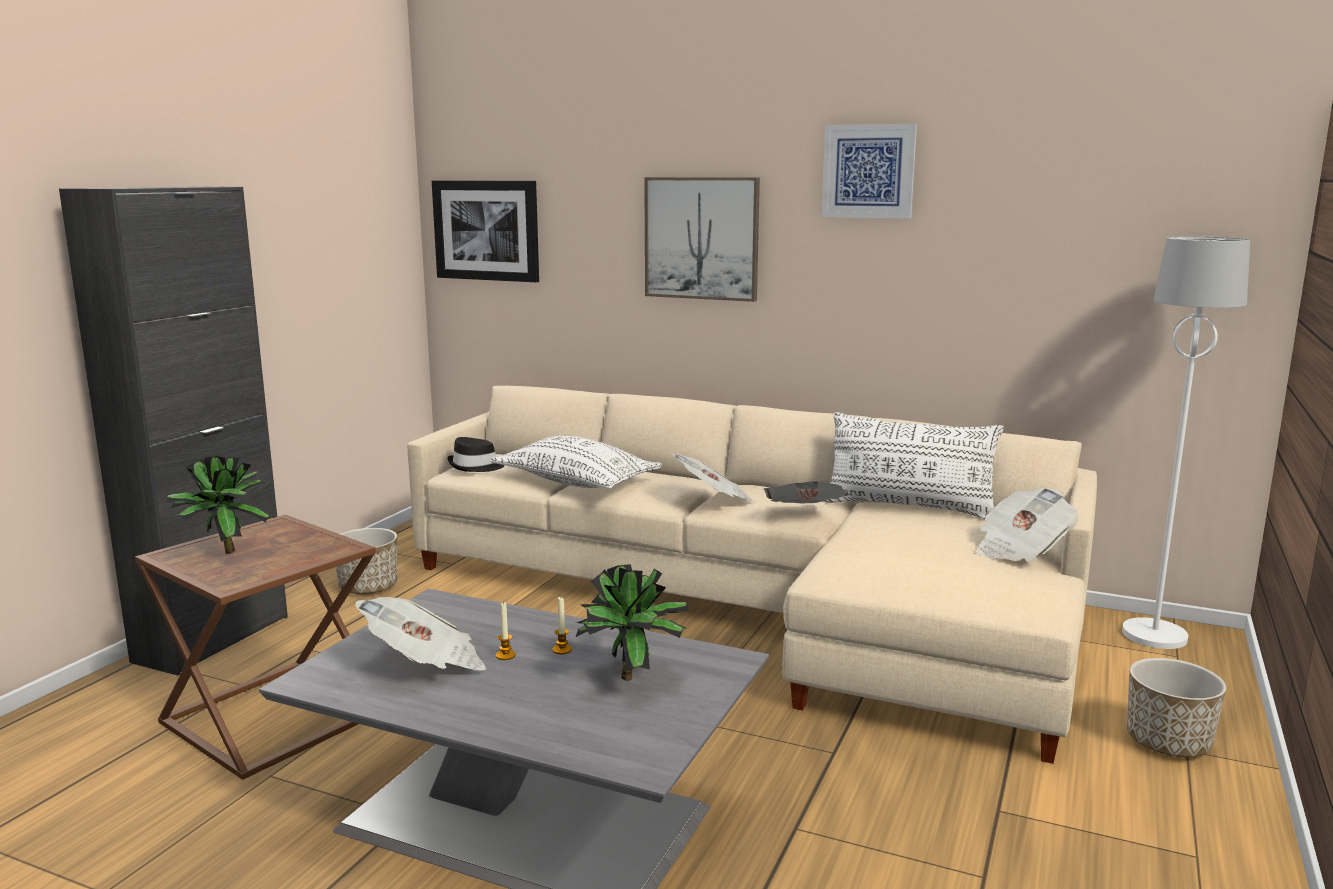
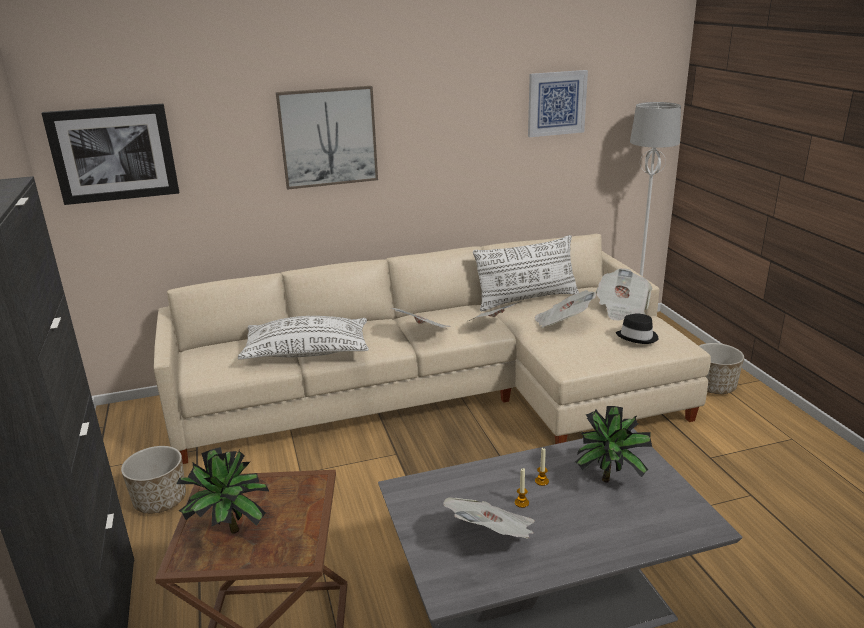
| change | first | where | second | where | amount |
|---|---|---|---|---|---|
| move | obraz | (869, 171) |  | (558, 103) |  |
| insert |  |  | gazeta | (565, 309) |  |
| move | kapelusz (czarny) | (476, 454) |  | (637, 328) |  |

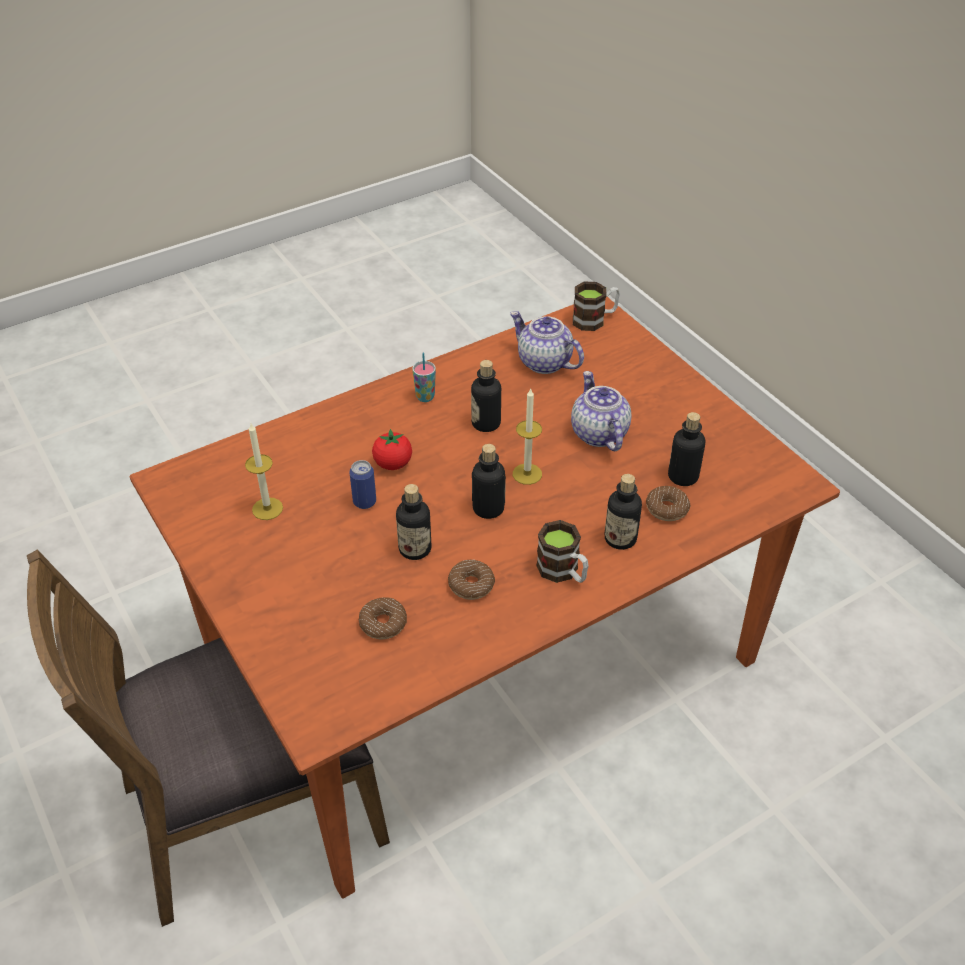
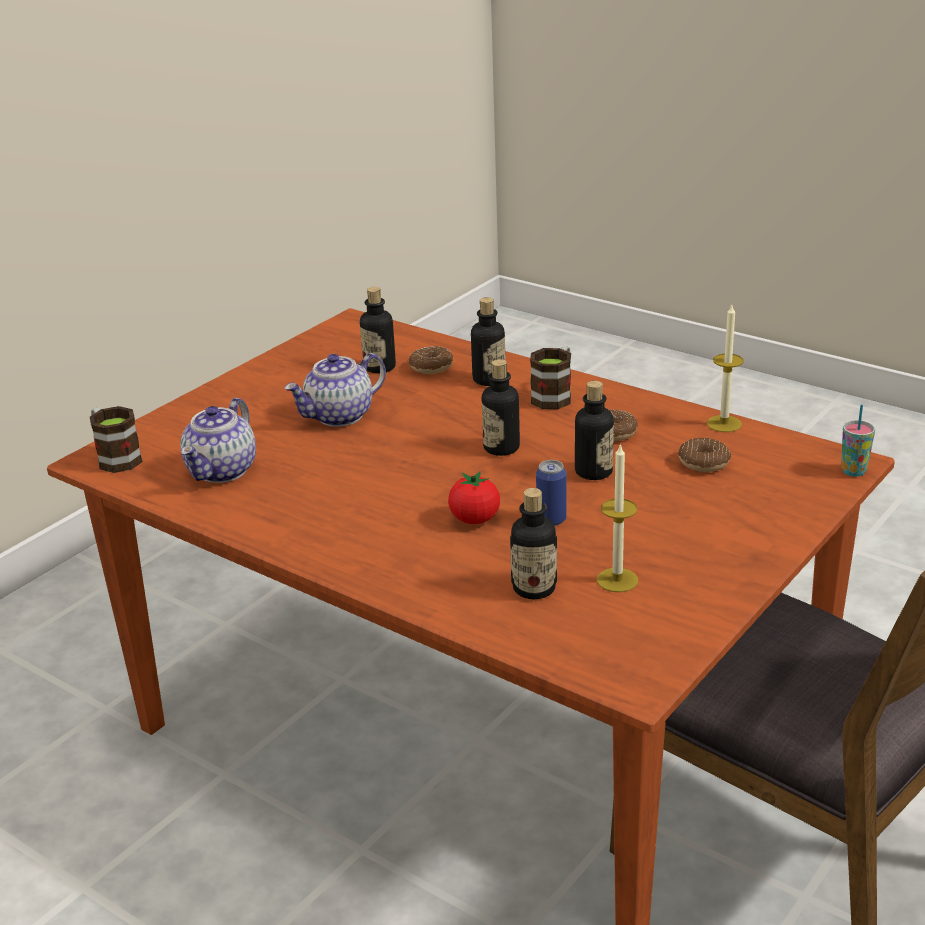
| change | first | where | second | where | amount |
|---|---|---|---|---|---|
| move | butelka | (486, 396) |  | (533, 543) |  |
| move | świeca | (527, 437) |  | (725, 368) |  |
| move | filiżanka | (424, 377) |  | (858, 441) |  |

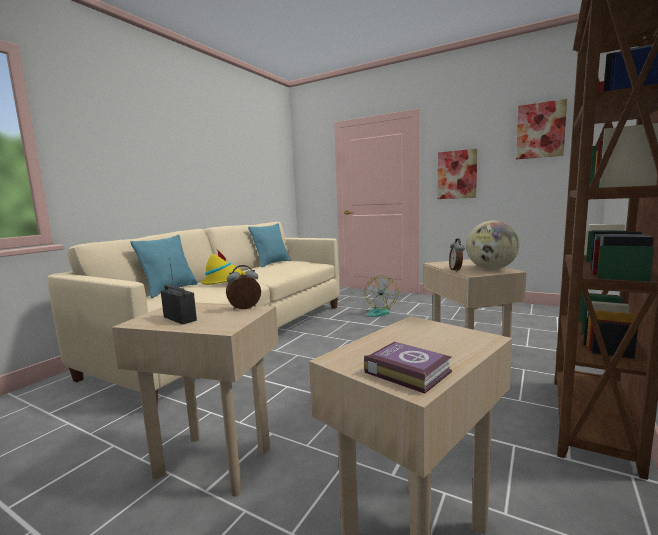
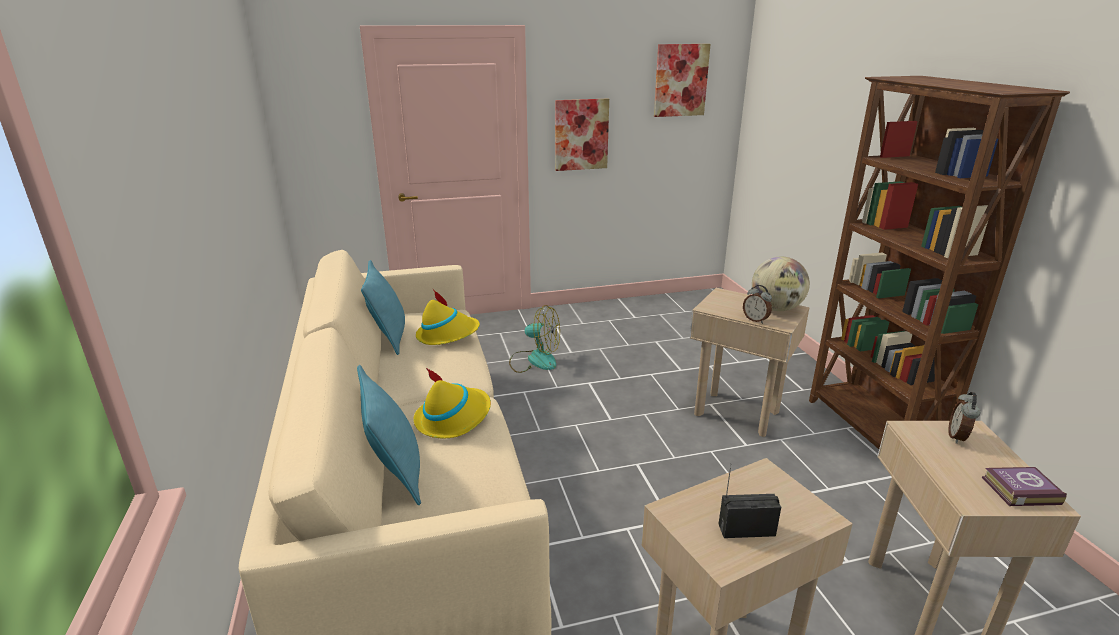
| change | first | where | second | where | amount |
|---|---|---|---|---|---|
| insert |  |  | kapelusz (żółty) | (448, 317) |  |
| rotate | wentylator | (380, 296) |  | (534, 339) | 45 degrees counterclockwise |
| move | budzik | (243, 287) |  | (964, 418) |  |

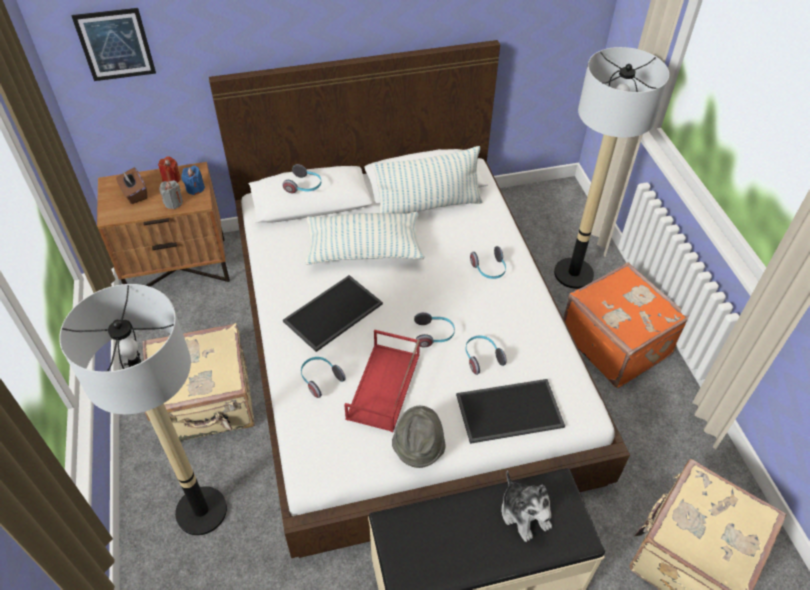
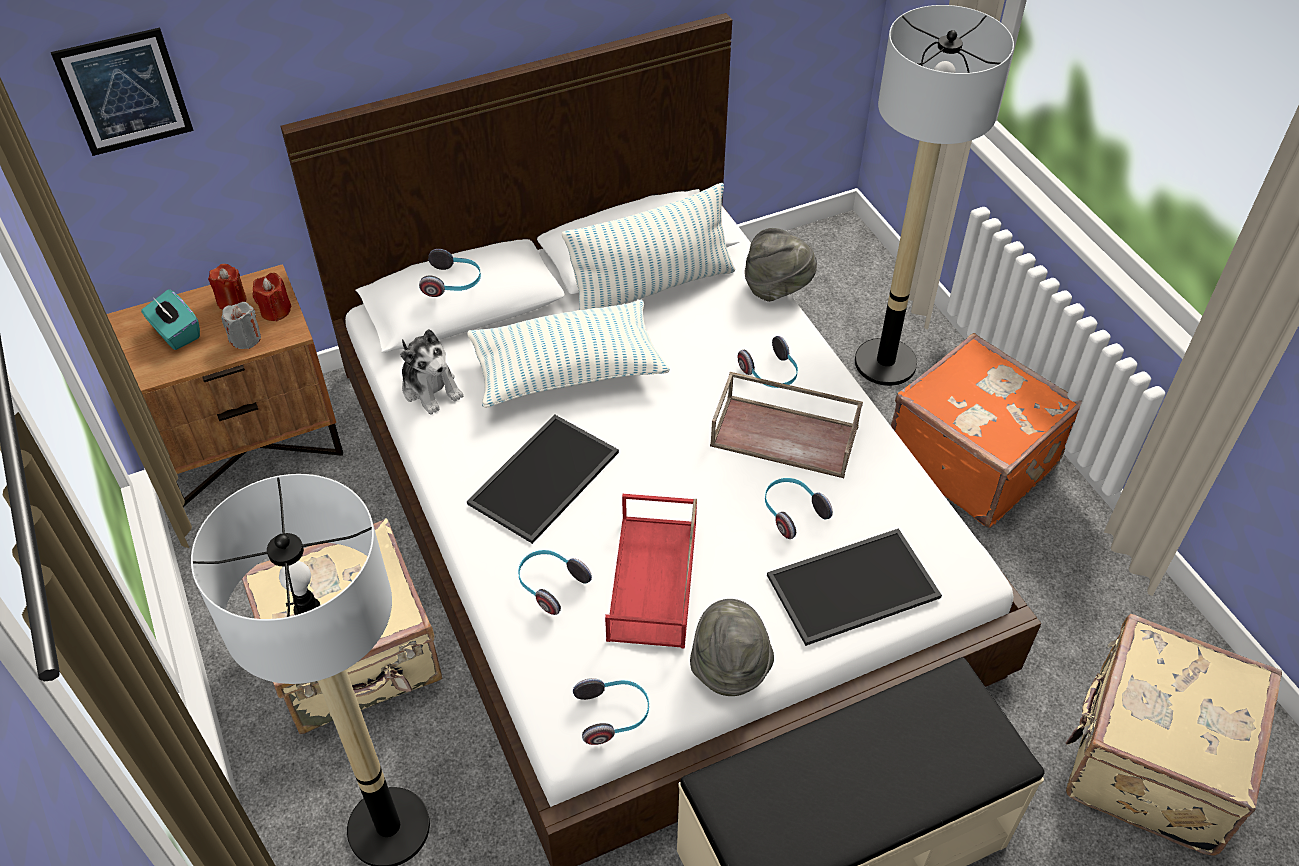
| change | first | where | second | where | amount |
|---|---|---|---|---|---|
| recolor | pudełko chusteczek (brązowy) | (132, 186) | pudełko chusteczek (turkusowy) | (170, 319) |  |
| recolor | świeca (niebieski) | (193, 180) | świeca (czerwony) | (272, 297) |  |
| move | pluszak | (526, 506) |  | (431, 372) |  |
| move | słuchawki | (434, 329) |  | (611, 711) |  |
| insert |  |  | taca (brązowy) | (786, 425) |  |
| insert |  |  | kapelusz (szary) | (780, 265) |  |

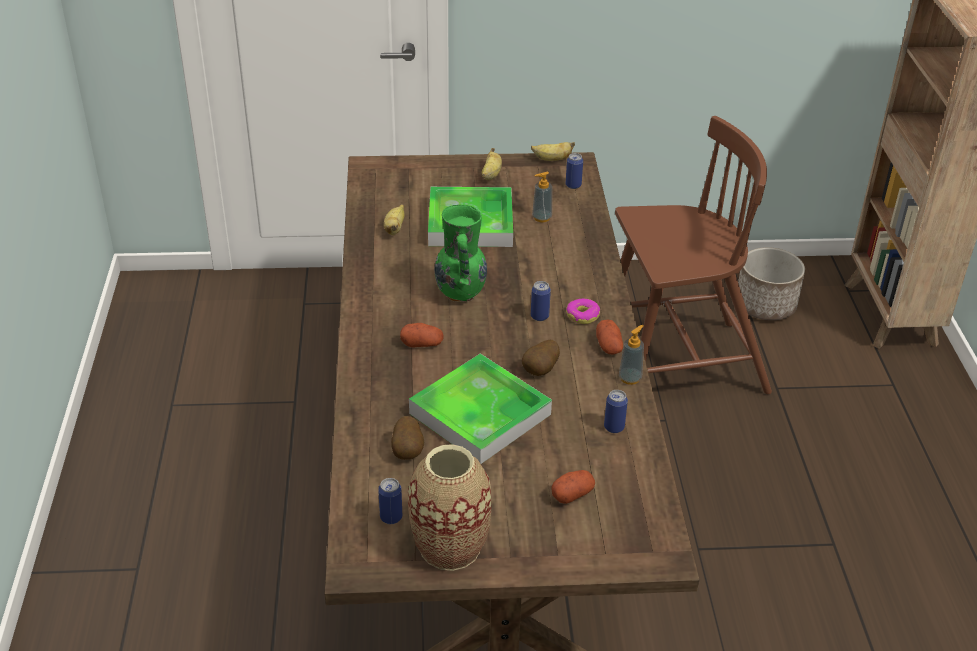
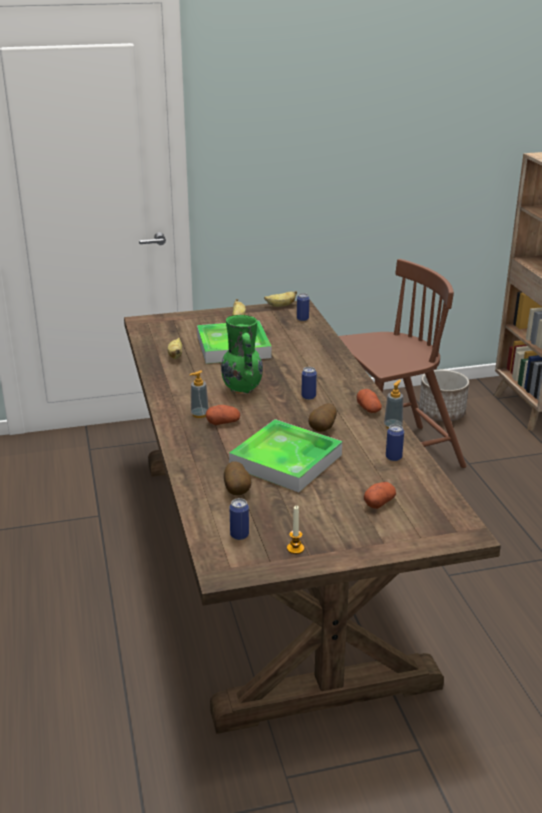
| change | first | where | second | where | amount |
|---|---|---|---|---|---|
| move | dozownik mydła | (542, 197) |  | (199, 394) |  |
| replace | wazon | (449, 507) | świeca | (295, 530) |  |
| delete | donut | (583, 311) |  |  |  |

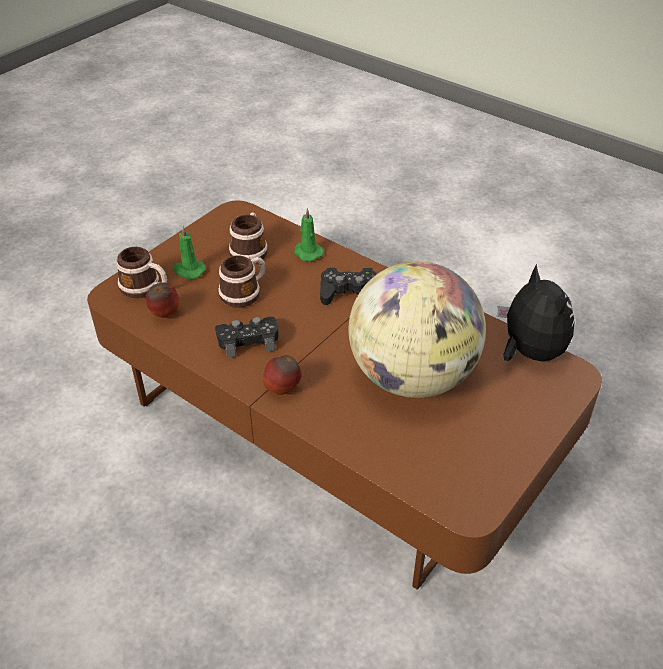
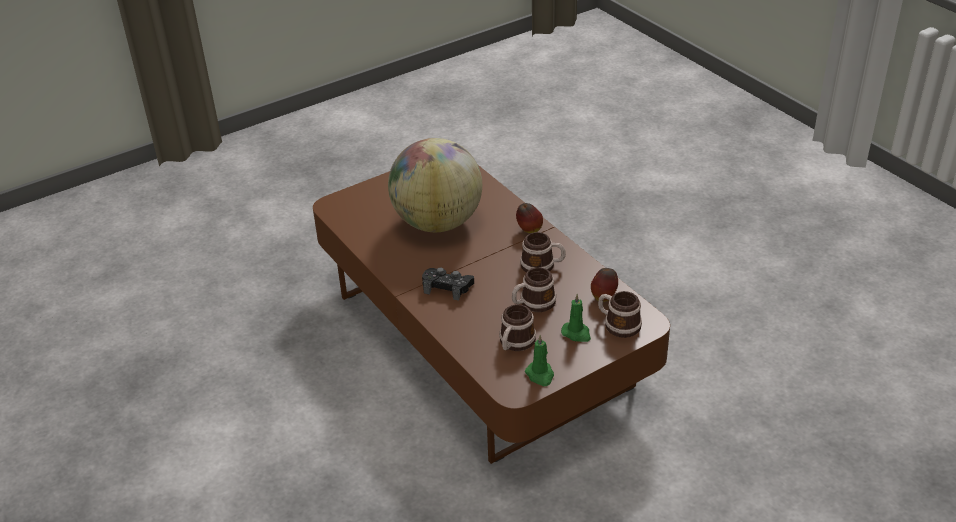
| change | first | where | second | where | amount |
|---|---|---|---|---|---|
| replace | pad do gier (czarny) | (247, 337) | kubek | (543, 252) |  |
| move | świeca (zielony) | (309, 234) |  | (539, 360) |  |
| delete | pluszak | (536, 312) |  |  |  |

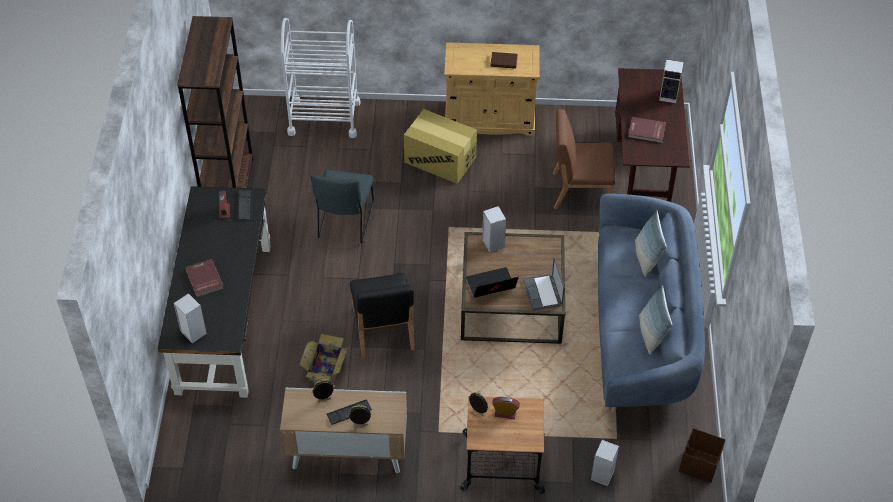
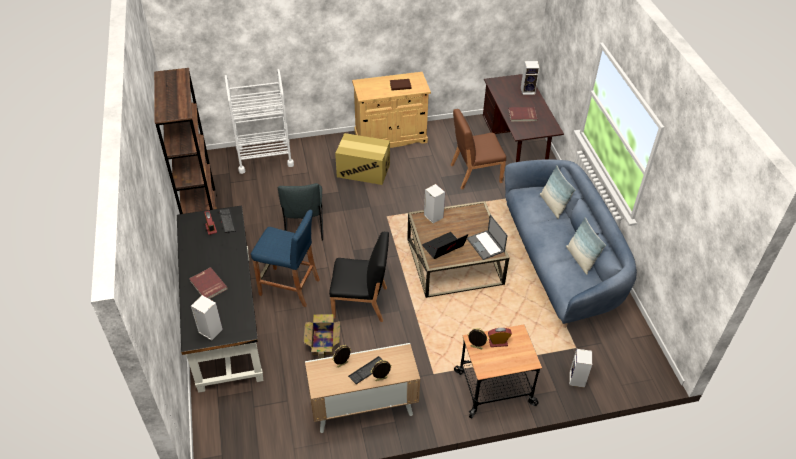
| change | first | where | second | where | amount |
|---|---|---|---|---|---|
| insert |  |  | stołek (niebieski) | (285, 258) |  |
| rotate | krzesło (czarny) | (382, 315) |  | (359, 277) | 60 degrees counterclockwise |
| delete | pojemnik do przechowywania (brązowy) | (702, 455) |  |  |  |

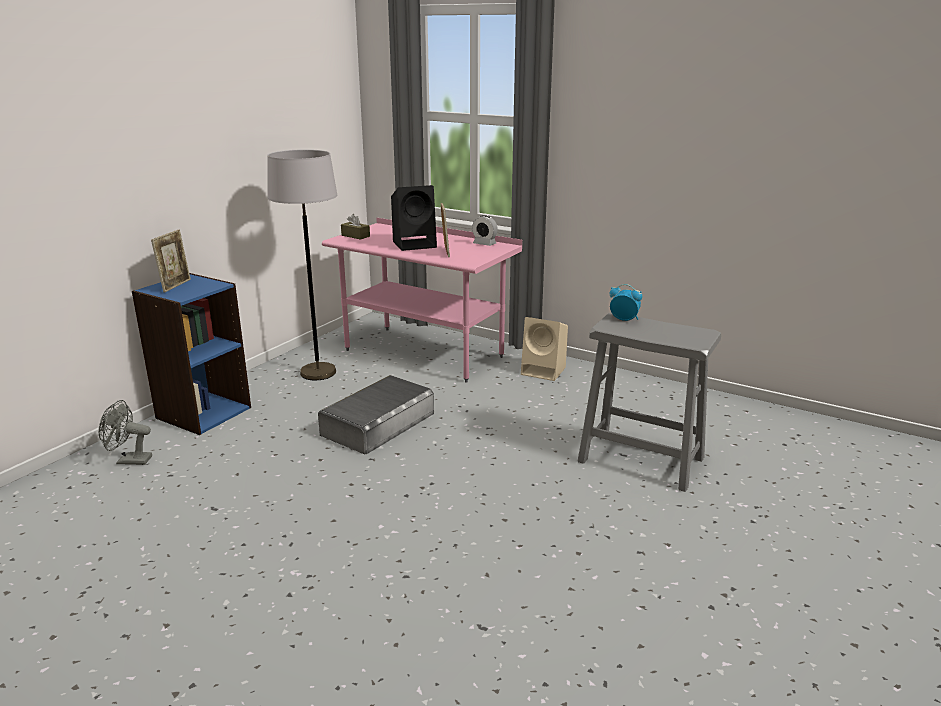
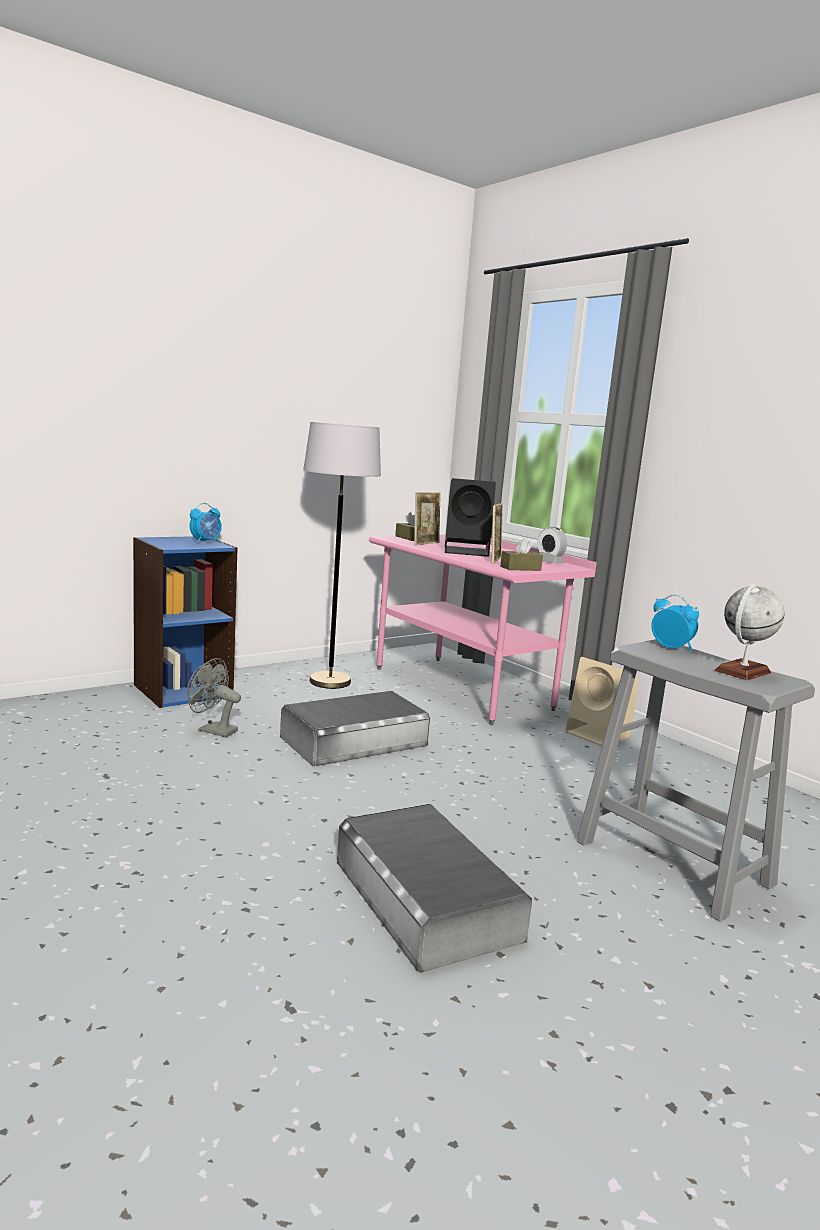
| change | first | where | second | where | amount |
|---|---|---|---|---|---|
| move | wentylator (szary) | (125, 432) |  | (214, 697) |  |
| insert |  |  | budzik | (206, 523) |  |
| insert |  |  | pojemnik do przechowywania (szary) | (434, 888) |  |
| move | ramka na zdjęcie | (171, 261) |  | (427, 518) |  |
| insert |  |  | pudełko chusteczek (brązowy) | (521, 554) |  |
| insert |  |  | globus | (749, 632) |  |

